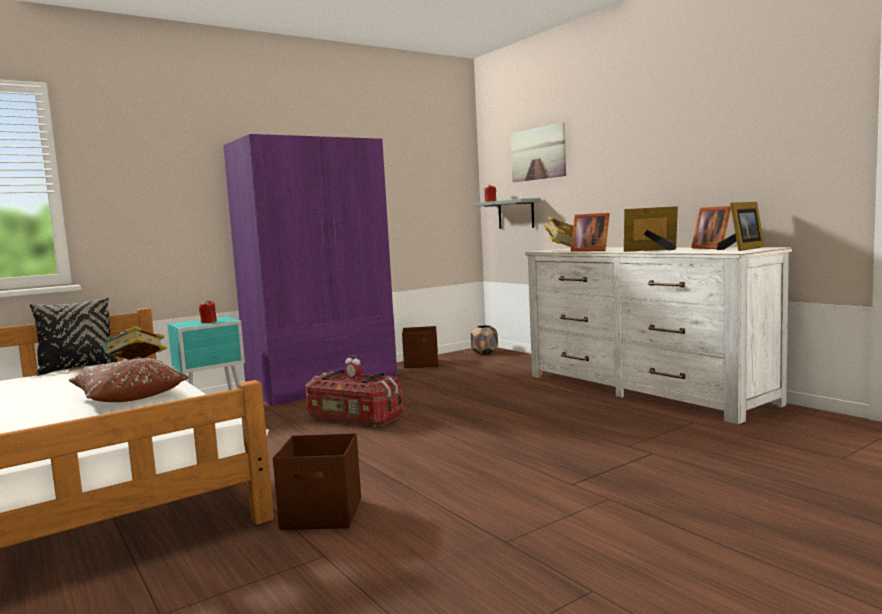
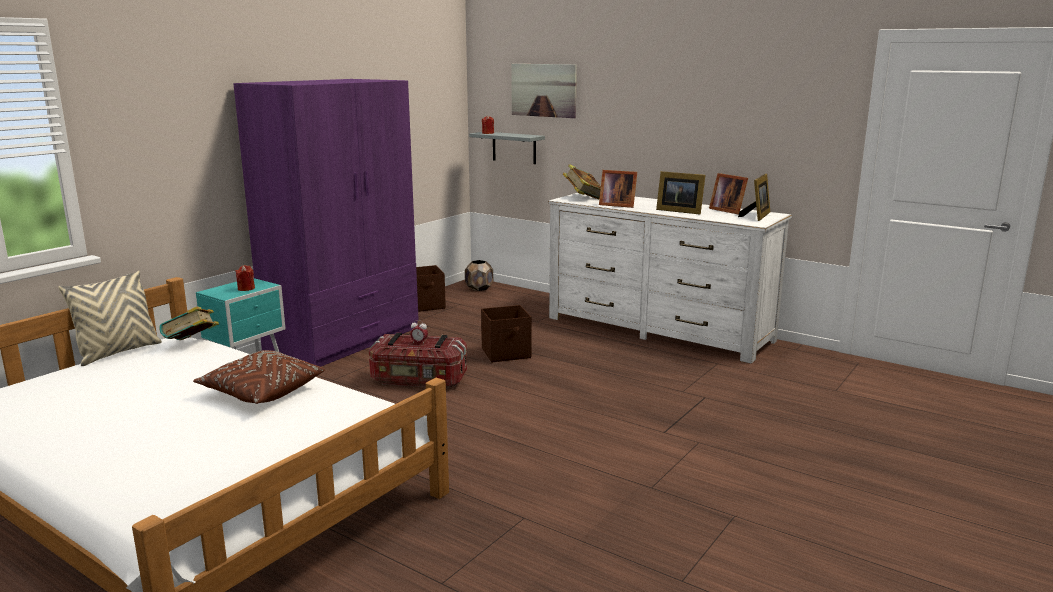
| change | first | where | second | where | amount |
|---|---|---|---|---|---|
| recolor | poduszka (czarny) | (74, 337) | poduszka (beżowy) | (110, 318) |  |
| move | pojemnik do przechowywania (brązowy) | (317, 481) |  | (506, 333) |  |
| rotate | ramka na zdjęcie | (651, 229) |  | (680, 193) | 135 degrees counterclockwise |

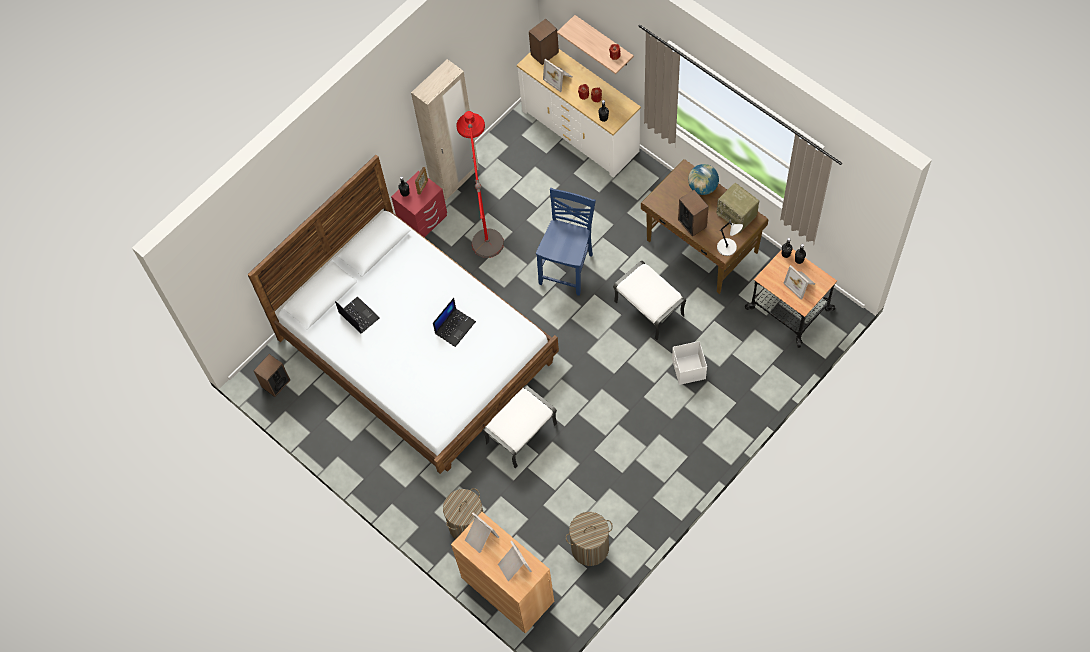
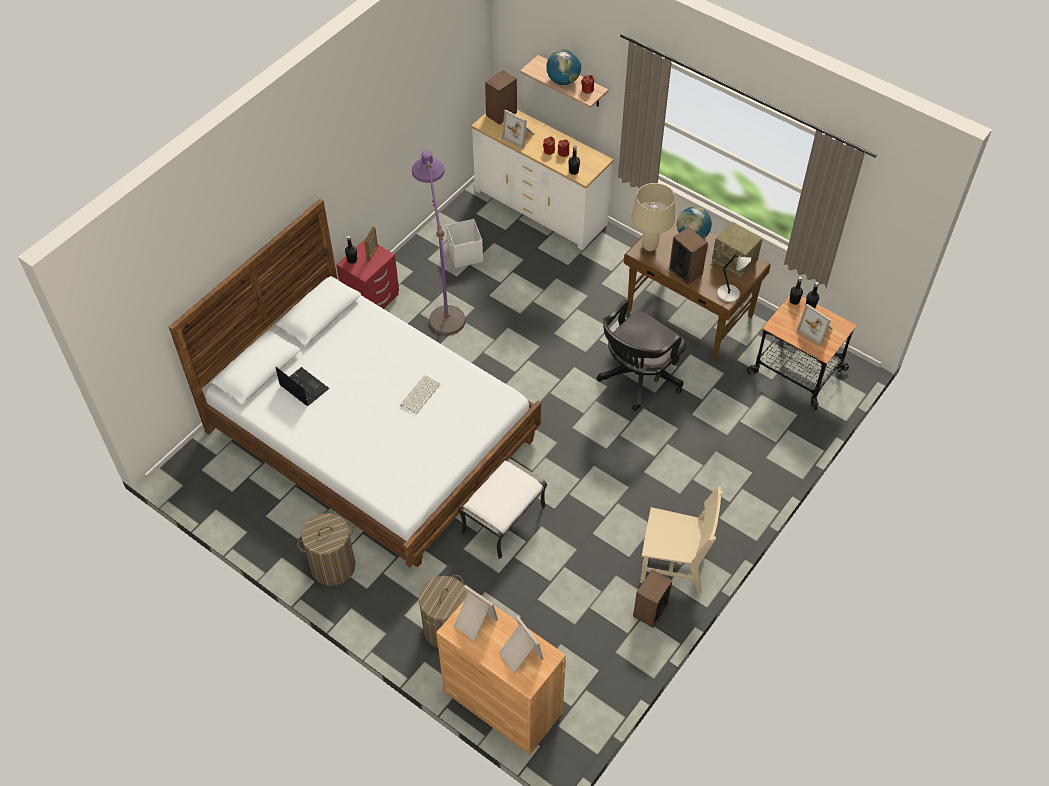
| change | first | where | second | where | amount |
|---|---|---|---|---|---|
| move | kosz na pranie | (589, 539) |  | (326, 549) |  |
| replace | laptop | (454, 322) | klawiatura | (420, 394) |  |
| recolor | lampa stojąca (czerwony) | (480, 184) | lampa stojąca (fioletowy) | (439, 242) |  |
| move | pojemnik do przechowywania (biały) | (689, 363) |  | (464, 243) |  |
| insert |  |  | globus | (563, 67) |  |
| replace | pufa (biały) | (649, 300) | krzesło biurowe (czarny) | (641, 355) |  |
| insert |  |  | lampa stołowa (beżowy) | (653, 217) |  |
| move | głośnik | (272, 375) |  | (652, 599) |  |
| insert |  |  | krzesło (beżowy) | (681, 541) |  |
| delete | szafa (beżowy) | (445, 130) |  |  |  |
| delete | krzesło (niebieski) | (566, 242) |  |  |  |

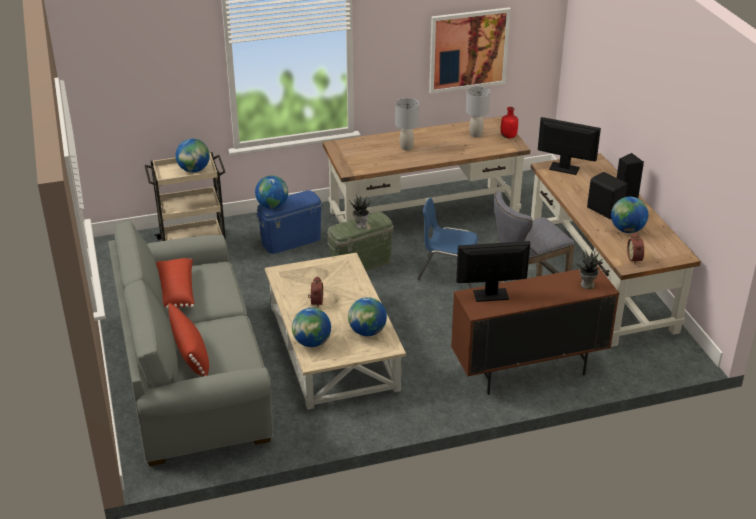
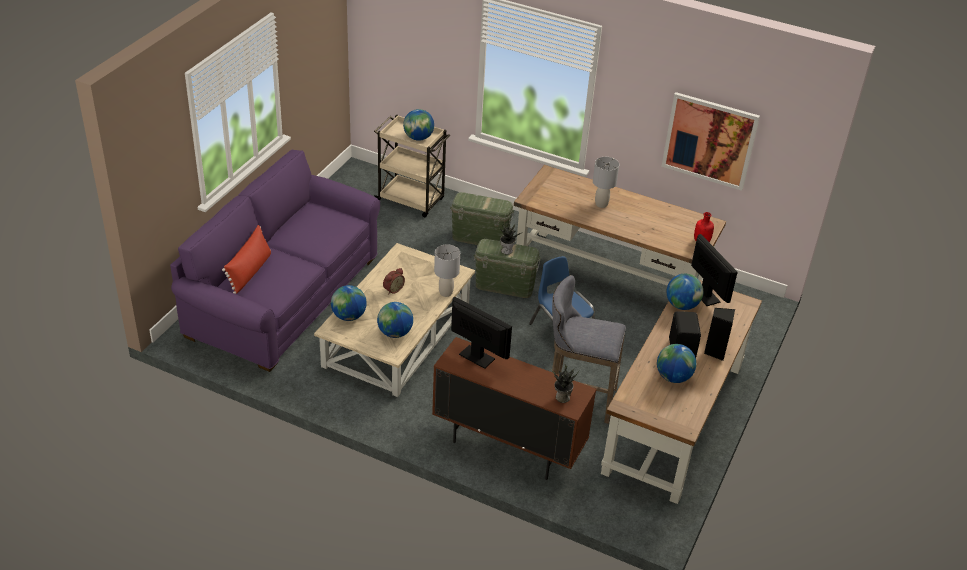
| change | first | where | second | where | amount |
|---|---|---|---|---|---|
| recolor | kanapa (szary) | (191, 343) | kanapa (fioletowy) | (275, 260) |  |
| move | lampa stołowa (szary) | (478, 111) |  | (447, 270) |  |
| recolor | pojemnik do przechowywania (niebieski) | (289, 222) | pojemnik do przechowywania (zielony) | (482, 218) |  |
| move | globus | (271, 192) |  | (685, 292) |  |
| delete | poduszka (czerwony) | (175, 283) |  |  |  |
| delete | budzik | (635, 248) |  |  |  |

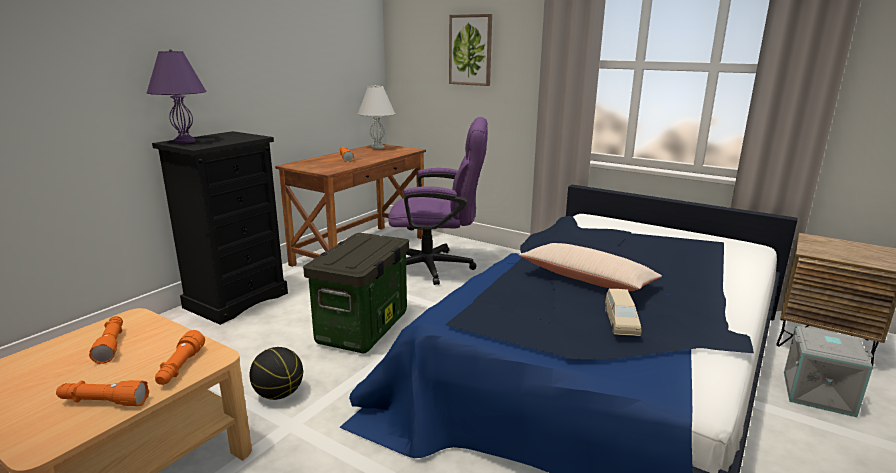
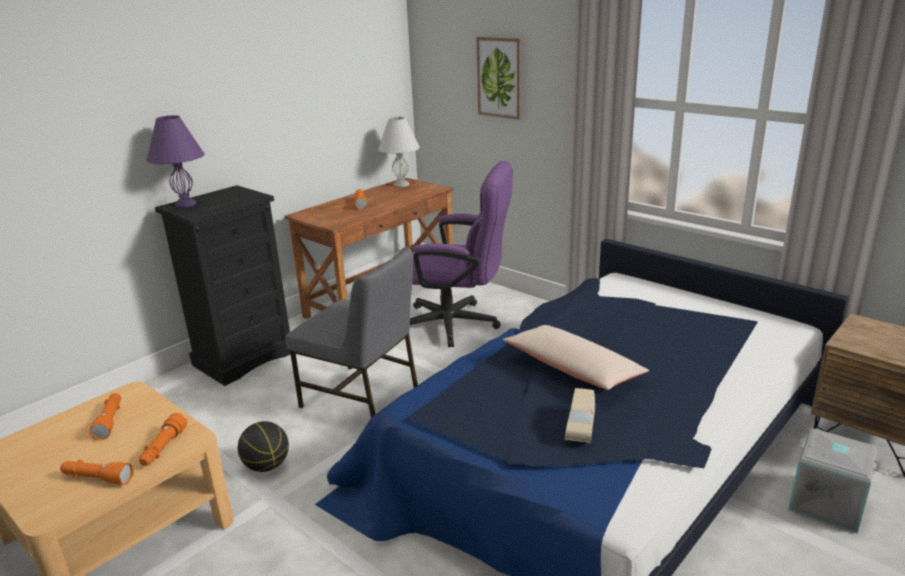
| change | first | where | second | where | amount |
|---|---|---|---|---|---|
| replace | pojemnik do przechowywania | (356, 293) | krzesło (szary) | (351, 331) |  |

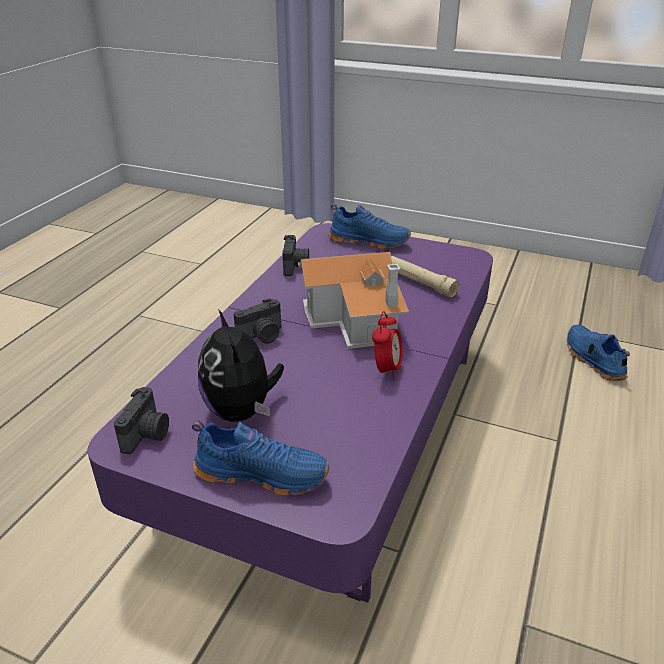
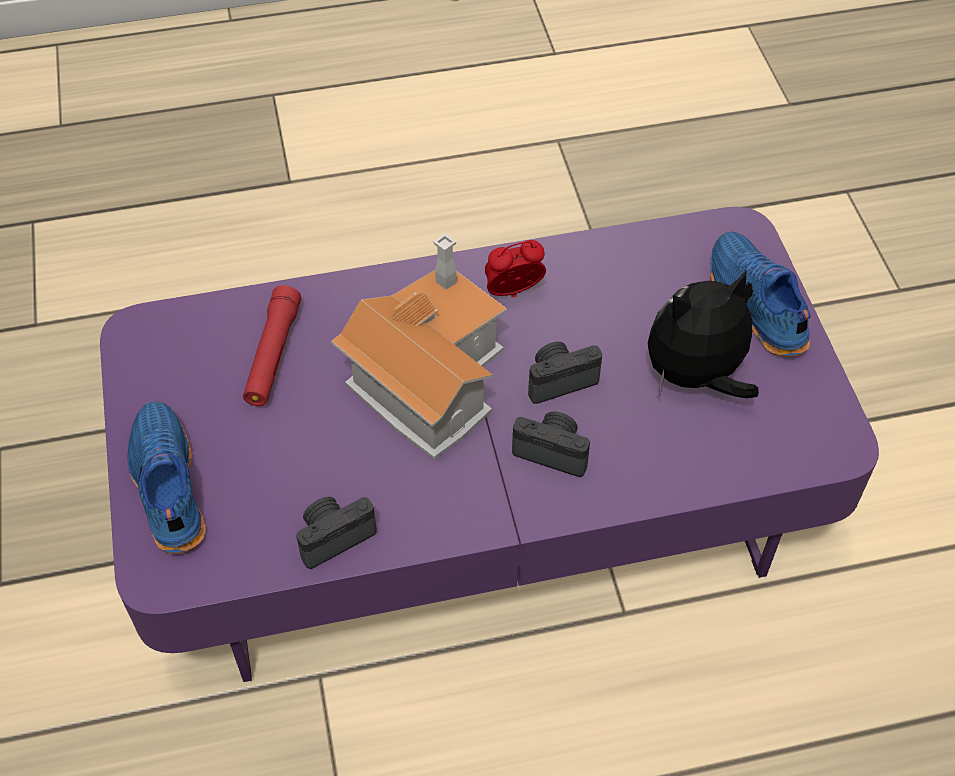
| change | first | where | second | where | amount |
|---|---|---|---|---|---|
| recolor | latarka (beżowy) | (425, 277) | latarka (czerwony) | (272, 345) |  |
| move | aparat fotograficzny | (141, 420) |  | (565, 373) |  |
| rotate | pluszak | (241, 365) |  | (703, 334) | 150 degrees counterclockwise |
| delete | but (niebieski) | (598, 353) |  |  |  |

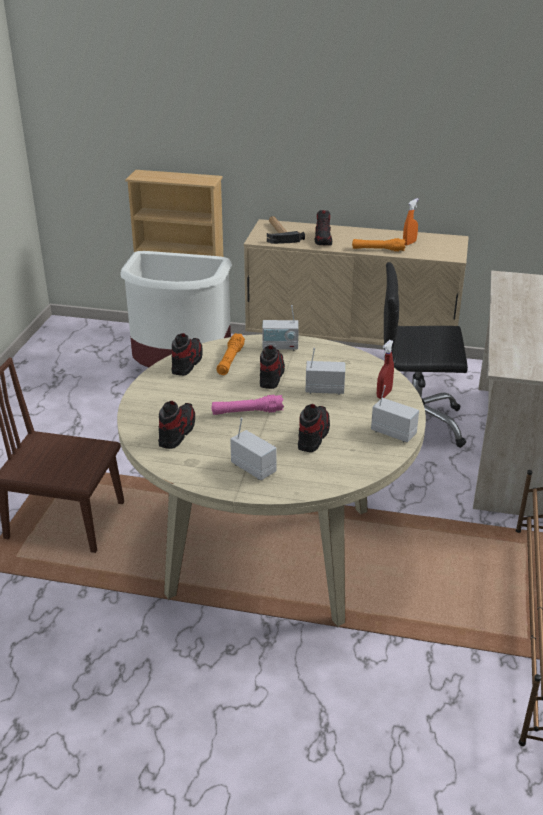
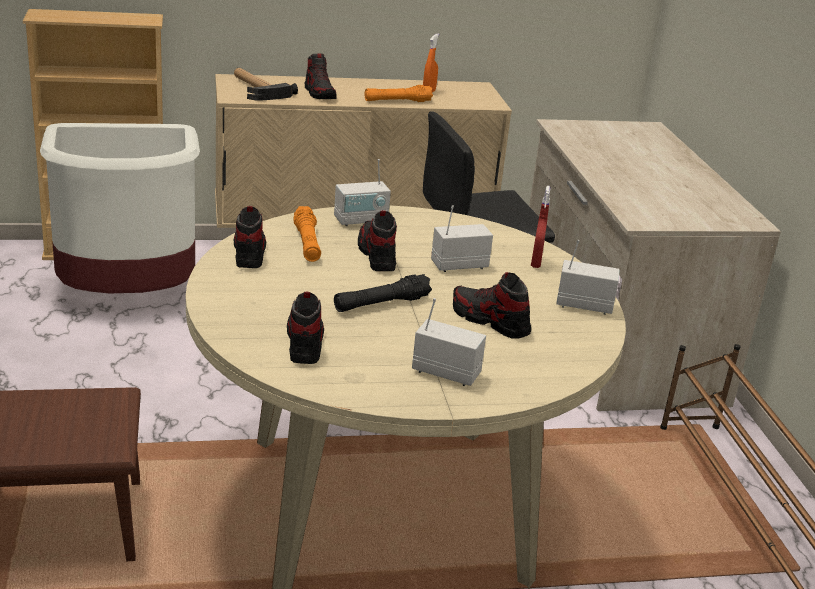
| change | first | where | second | where | amount |
|---|---|---|---|---|---|
| recolor | latarka (różowy) | (248, 405) | latarka (czarny) | (383, 293) |  |
| rotate | but | (314, 428) |  | (492, 305) | 45 degrees counterclockwise |

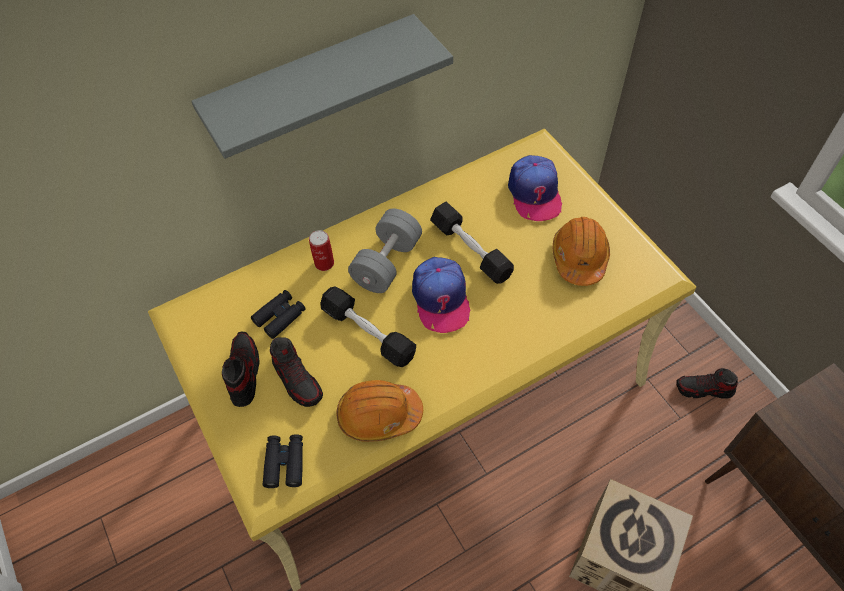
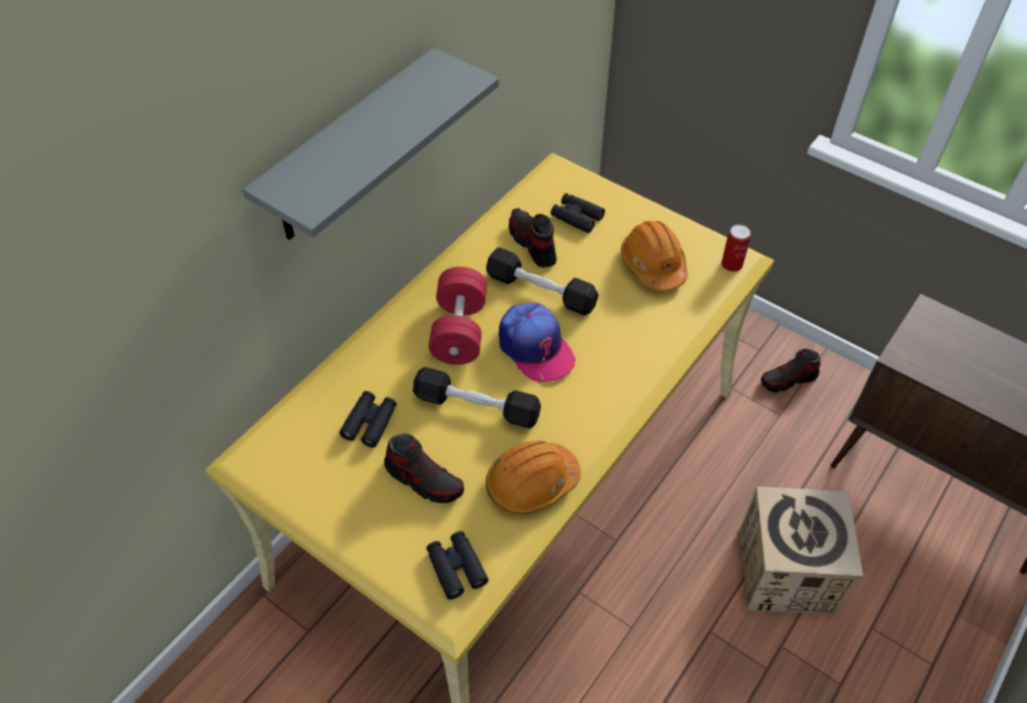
| change | first | where | second | where | amount |
|---|---|---|---|---|---|
| recolor | hantel (szary) | (385, 251) | hantel (czerwony) | (458, 316) |  |
| move | but | (240, 369) |  | (533, 238) |  |
| replace | czapka z daszkiem | (535, 188) | lornetka (czarny) | (578, 213) |  |
| move | puszka | (321, 250) |  | (736, 248) |  |

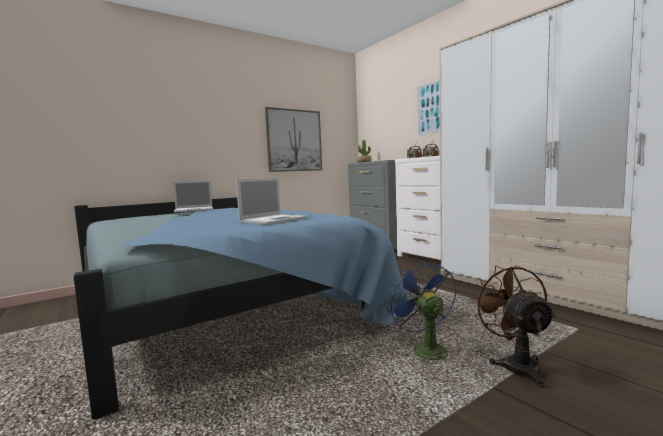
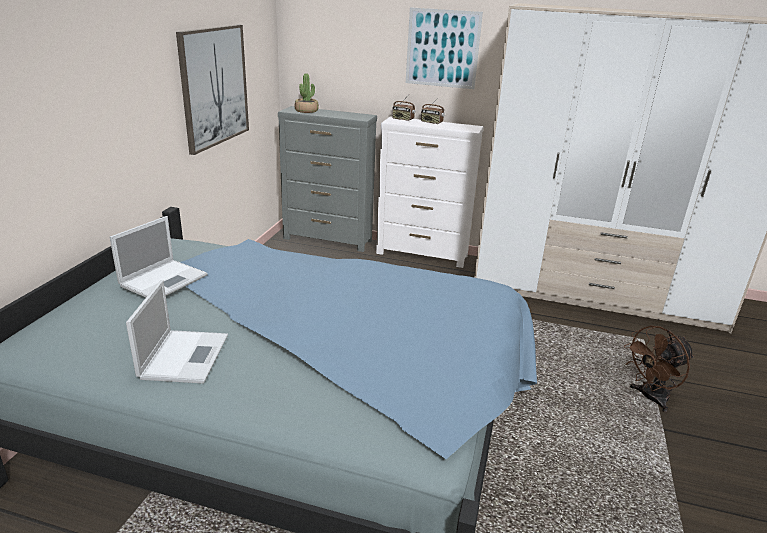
| change | first | where | second | where | amount |
|---|---|---|---|---|---|
| move | laptop | (271, 201) |  | (177, 331) |  |
| rotate | wentylator (brązowy) | (513, 326) |  | (659, 369) | 75 degrees counterclockwise |
| delete | wentylator (niebieski) | (421, 313) |  |  |  |

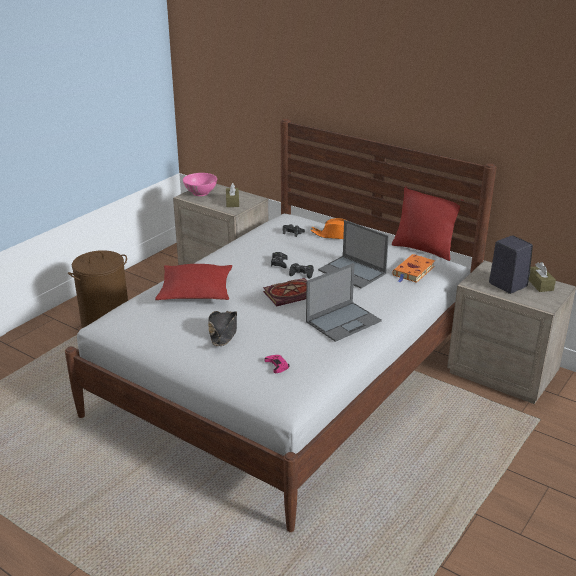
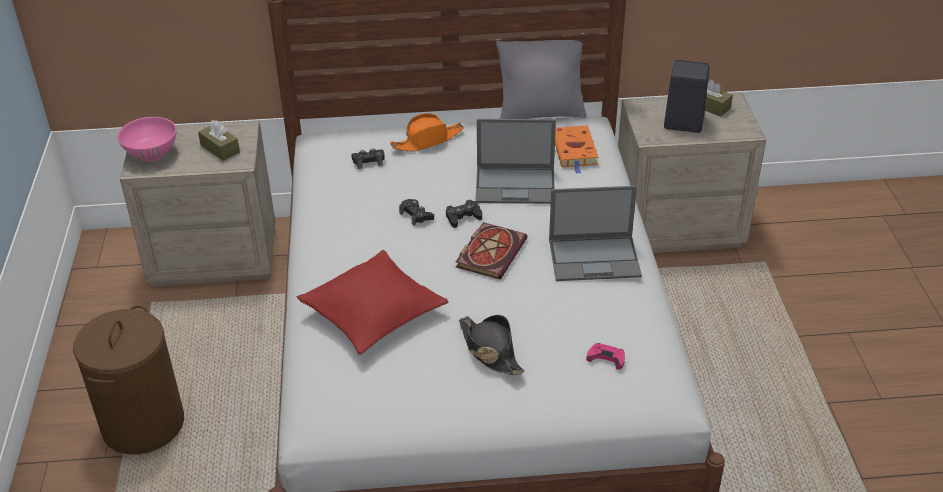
| change | first | where | second | where | amount |
|---|---|---|---|---|---|
| recolor | poduszka (czerwony) | (428, 223) | poduszka (szary) | (541, 76) |  |
| rotate | laptop | (344, 302) |  | (595, 233) | 75 degrees clockwise |

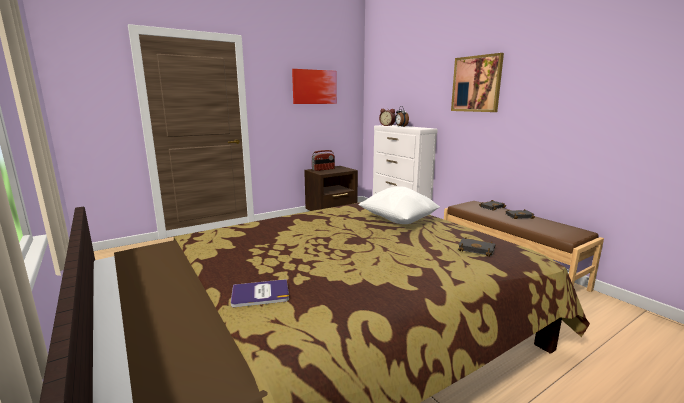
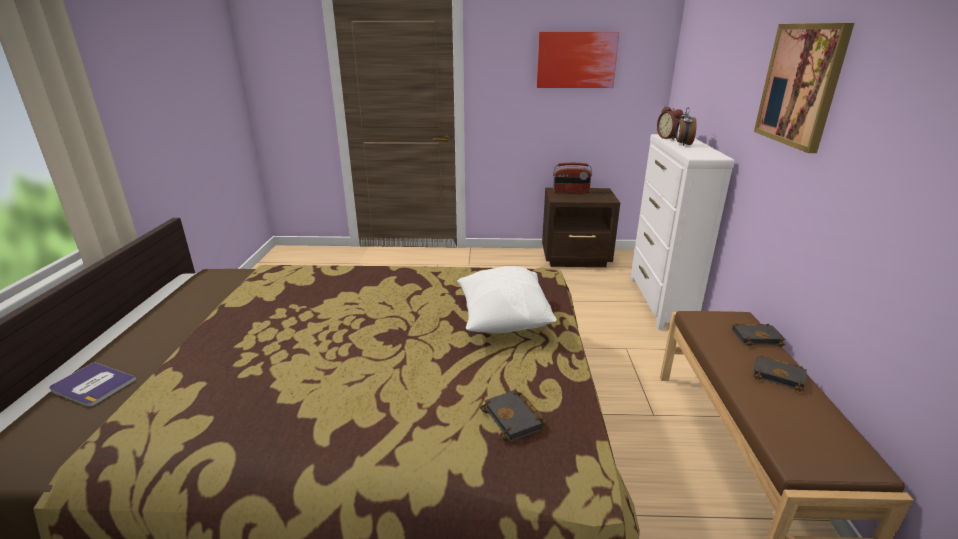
| change | first | where | second | where | amount |
|---|---|---|---|---|---|
| move | książka | (260, 293) |  | (92, 384) |  |

